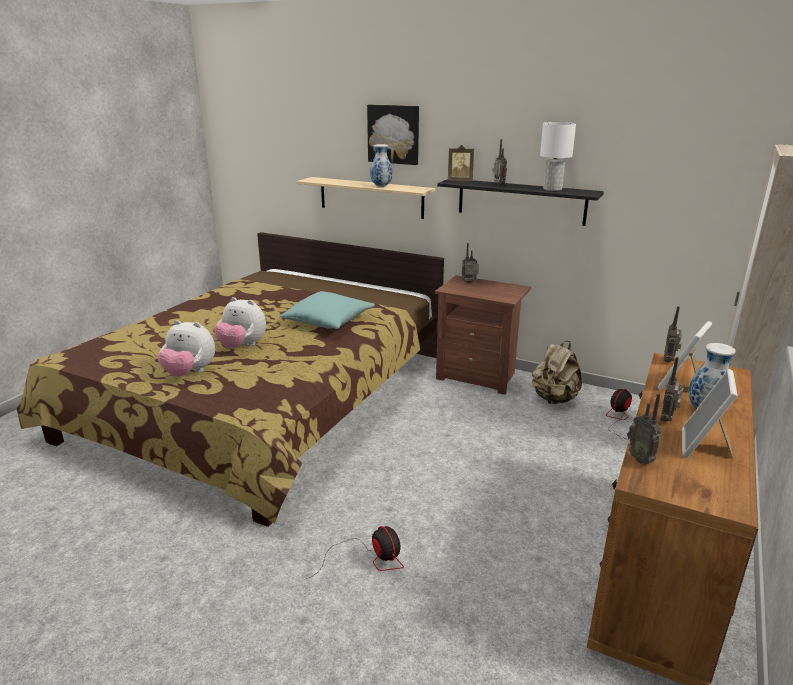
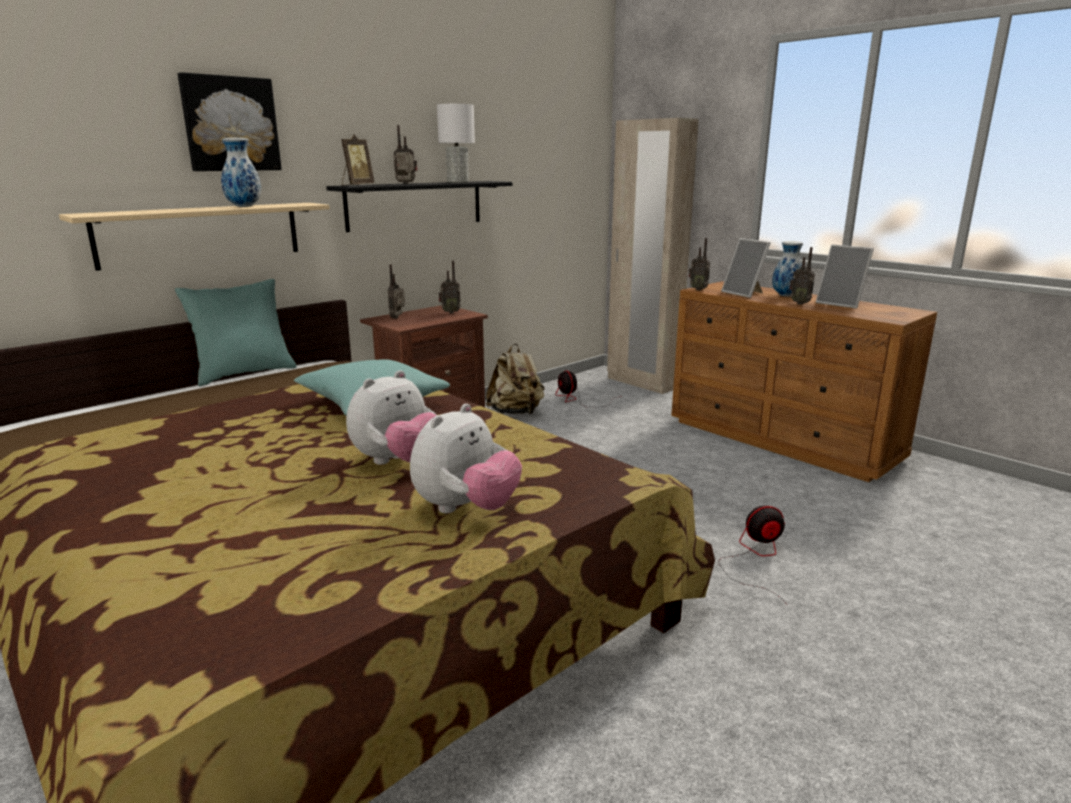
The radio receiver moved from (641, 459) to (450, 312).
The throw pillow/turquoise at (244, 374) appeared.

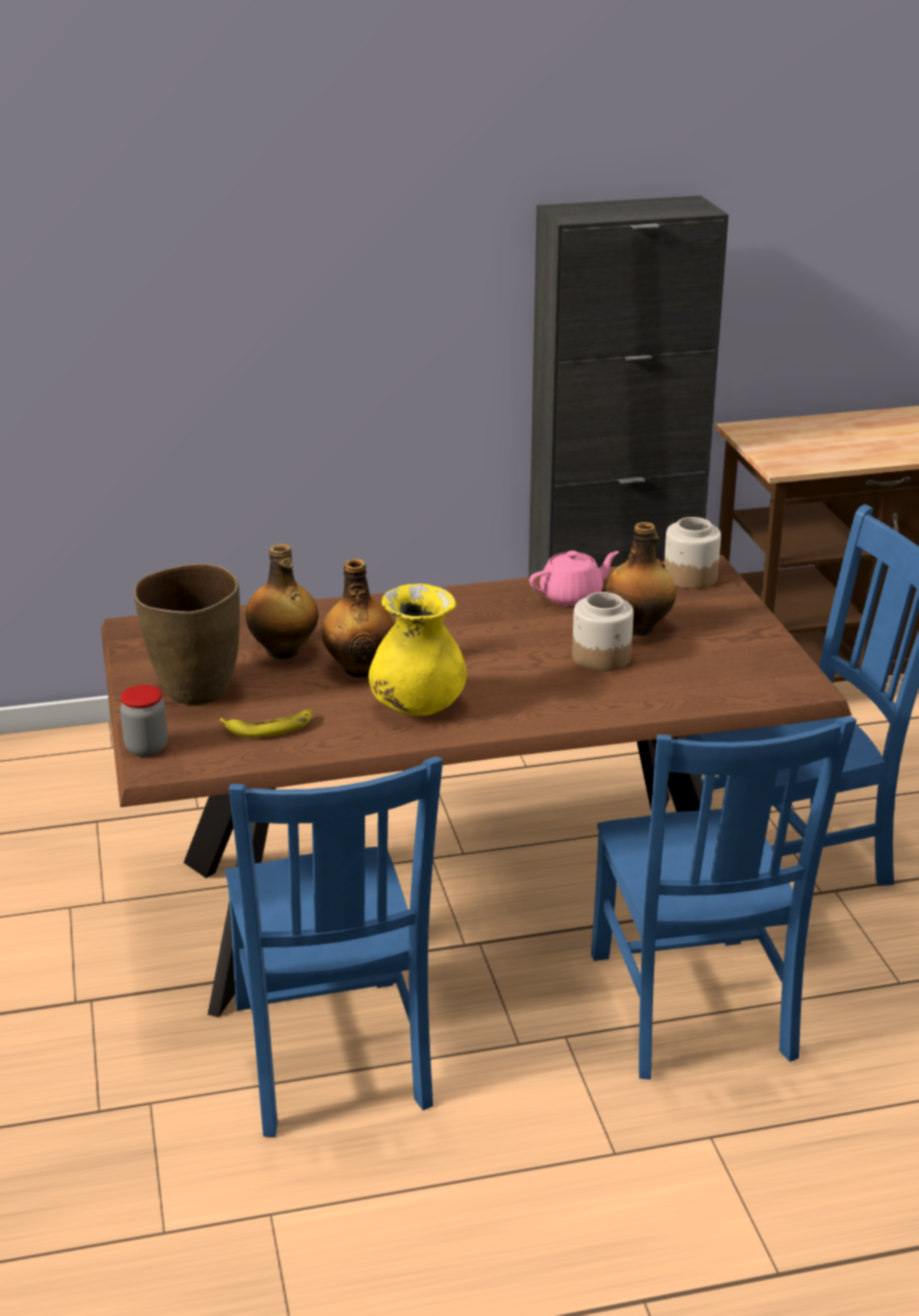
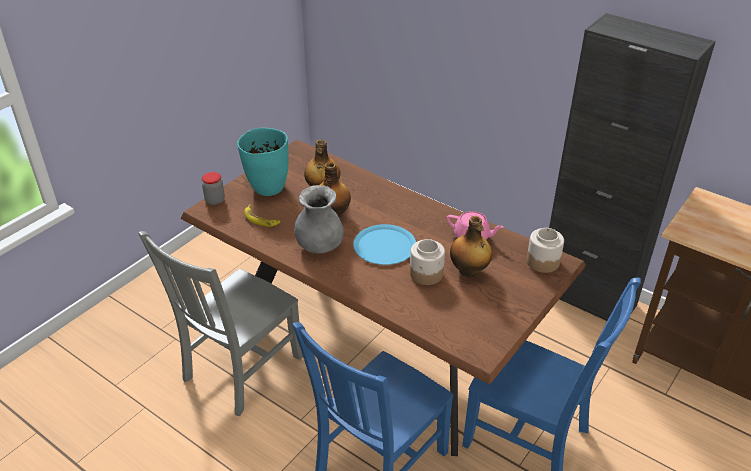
The vase/brown at (196, 691) became the vase/turquoise at (267, 188).
The plain chair/blue-coloured at (331, 1059) became the plain chair/gray at (240, 370).
The vase/yellow at (417, 707) became the vase/gray at (320, 246).
The flat dish/blue-coloured at (385, 246) appeared.

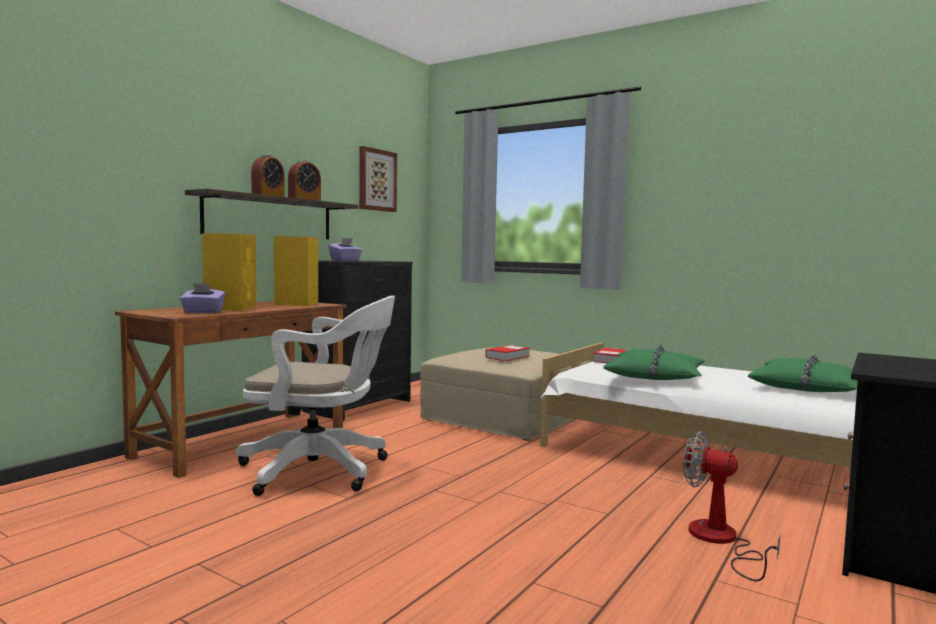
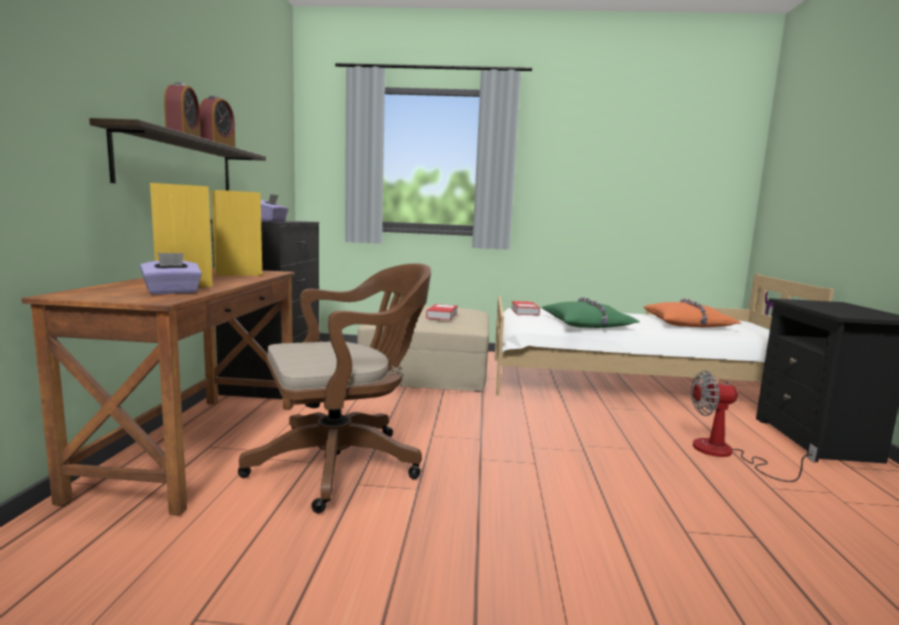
The office chair/white-coloured at (321, 471) became the office chair/brown at (344, 463).
The picture at (376, 180) disappeared.
The throw pillow/greenish at (807, 388) became the throw pillow/orangey at (688, 324).

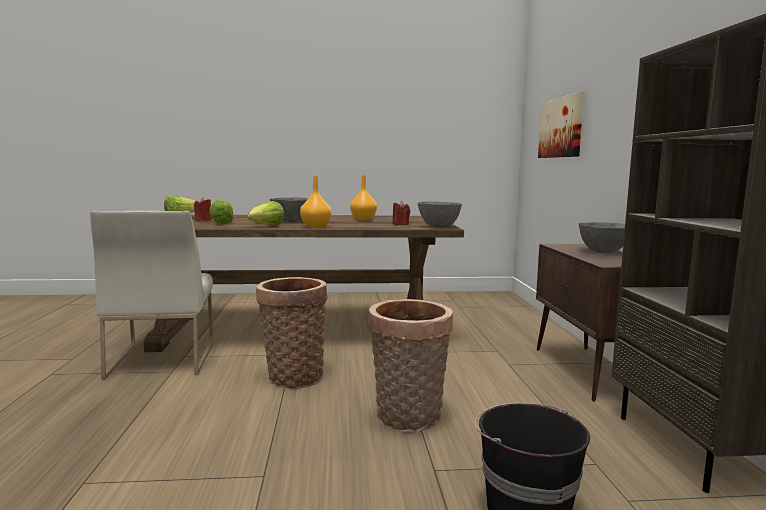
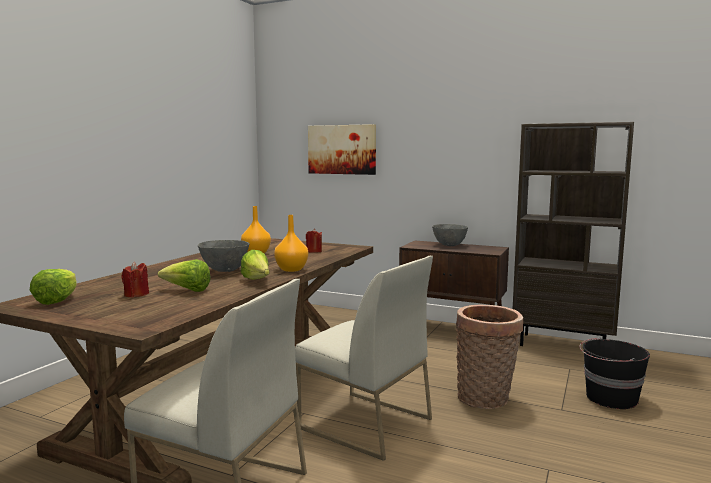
The household basket at (293, 376) was replaced by the plain chair/white-coloured at (364, 423).
The serving bowl/gray at (439, 227) disappeared.

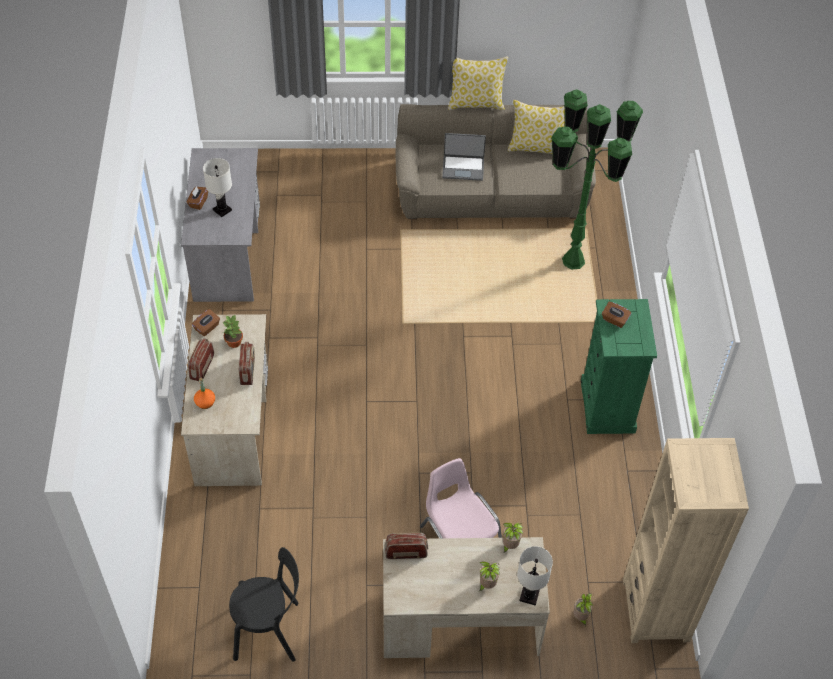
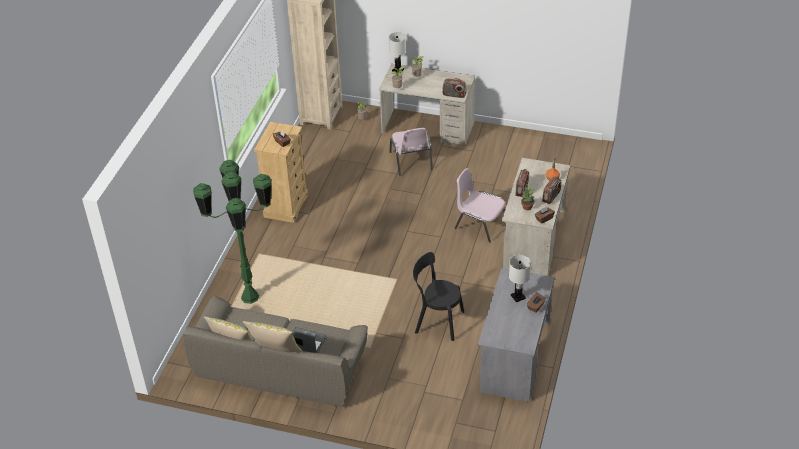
The plain chair/black moved from (270, 631) to (437, 321).
The drawer chest/greenish at (607, 406) became the drawer chest/beige at (286, 205).
The plain chair/pink-coloured at (480, 224) appeared.

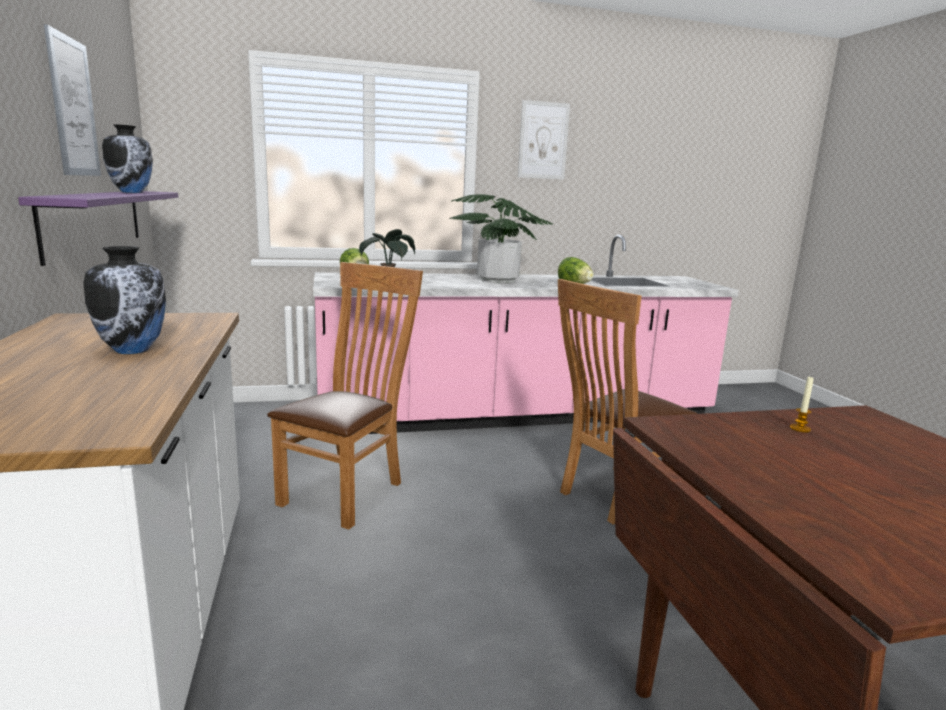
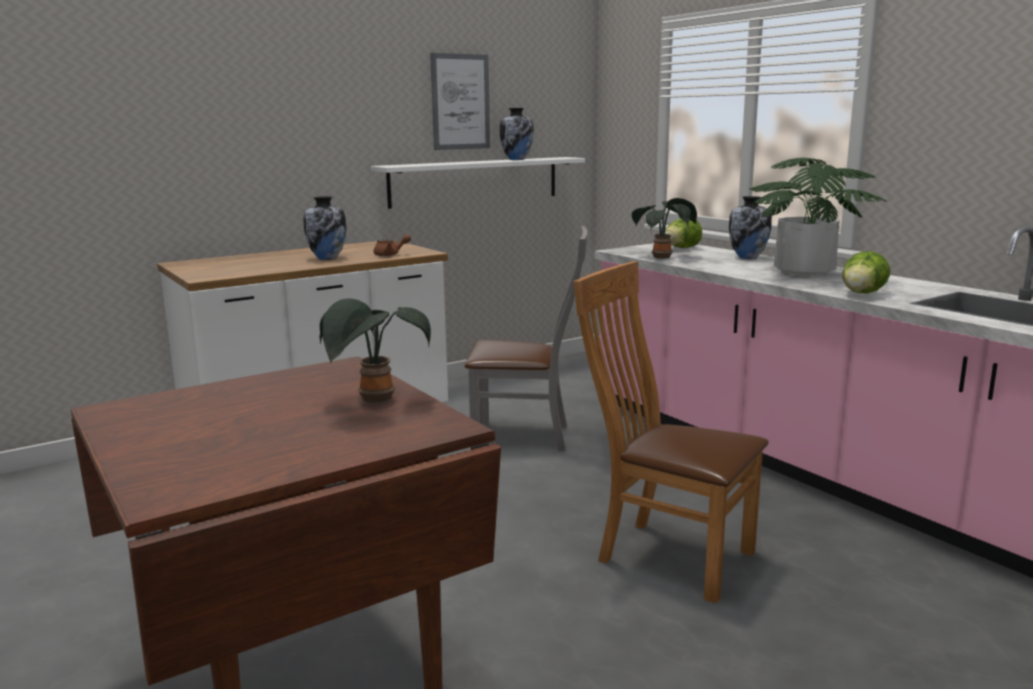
The shelf/purplish at (95, 221) became the shelf/white-coloured at (475, 181).
The plain chair/brown at (348, 491) became the plain chair/gray at (528, 437).
The picture at (543, 140) disappeared.
The wax light at (800, 428) was replaced by the houseplant at (375, 401).
The tea pot/brown at (390, 255) appeared.
The vase at (748, 257) appeared.

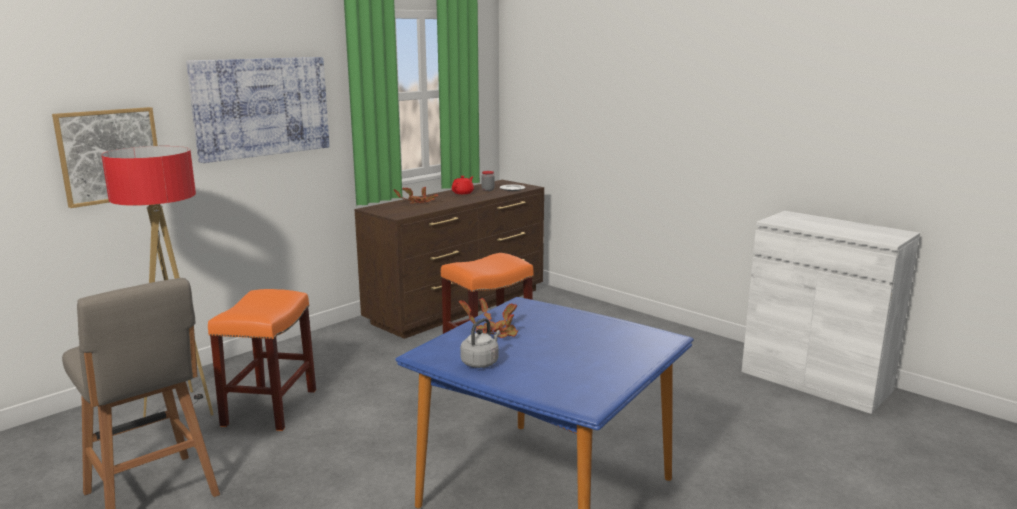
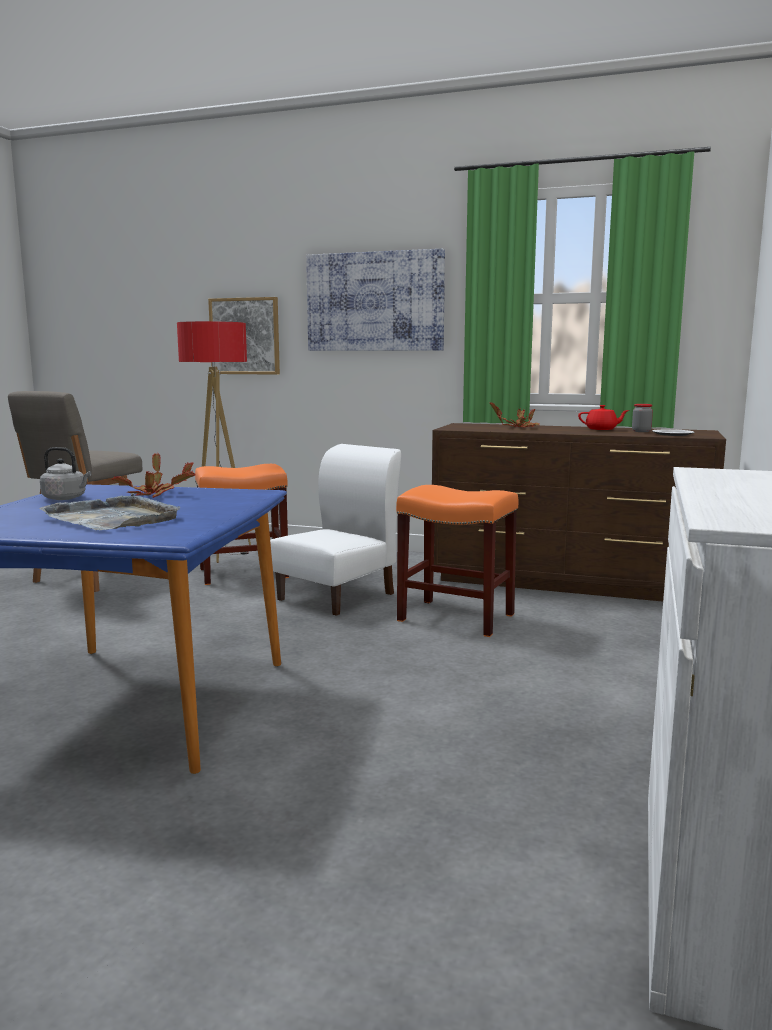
The serving tray/gray at (114, 518) appeared.
The plain chair/white-coloured at (337, 596) appeared.

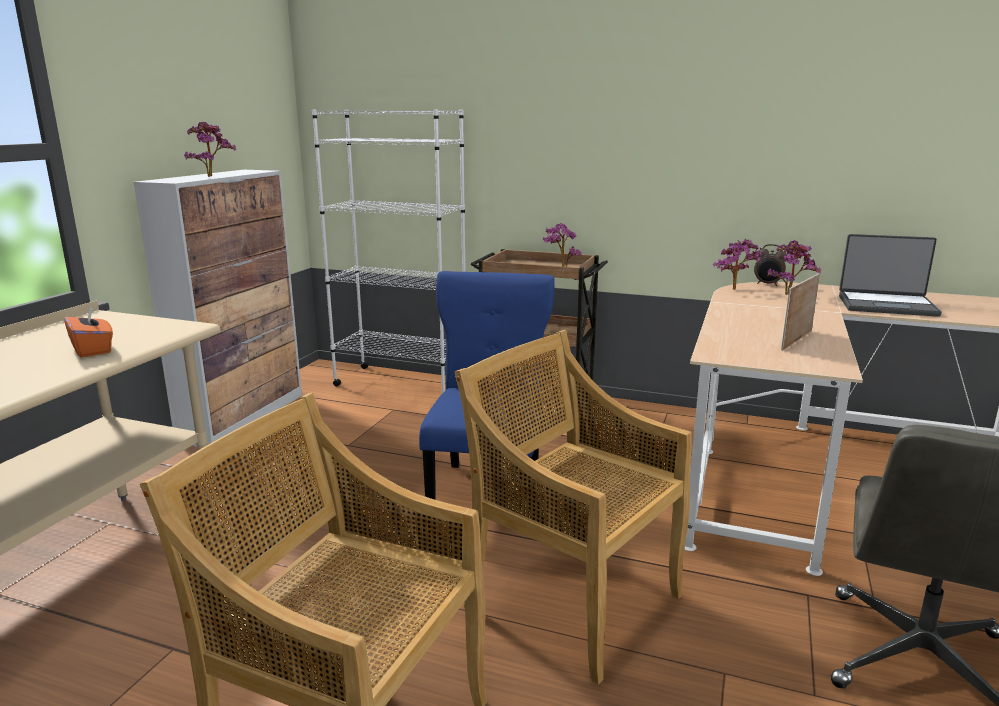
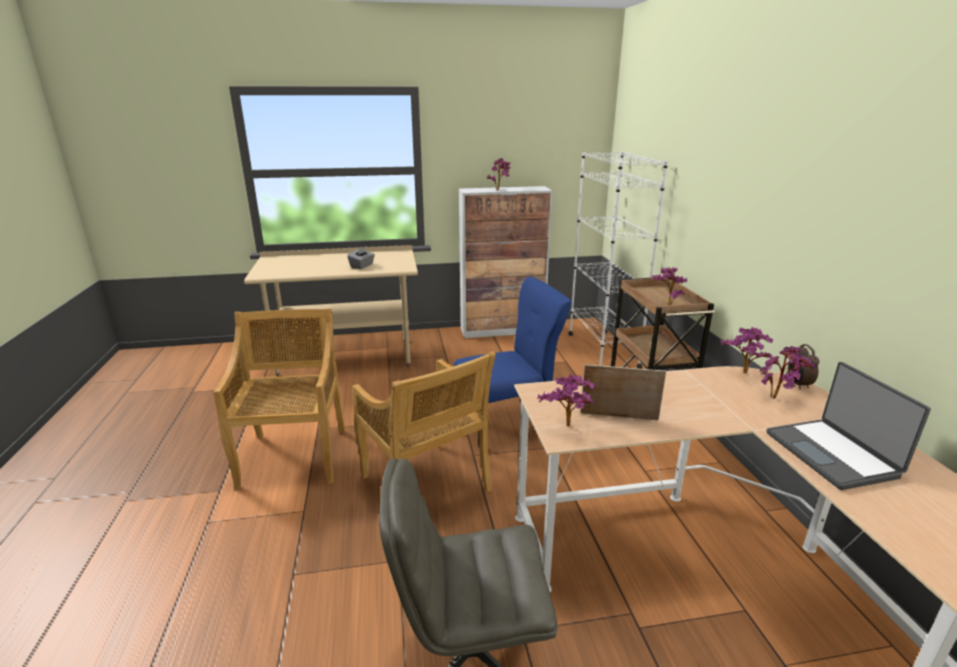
The tissue box/orangey at (93, 350) became the tissue box/gray at (362, 266).
The plain chair/beige at (571, 599) turned 135 degrees clockwise.
The houseplant at (568, 428) appeared.

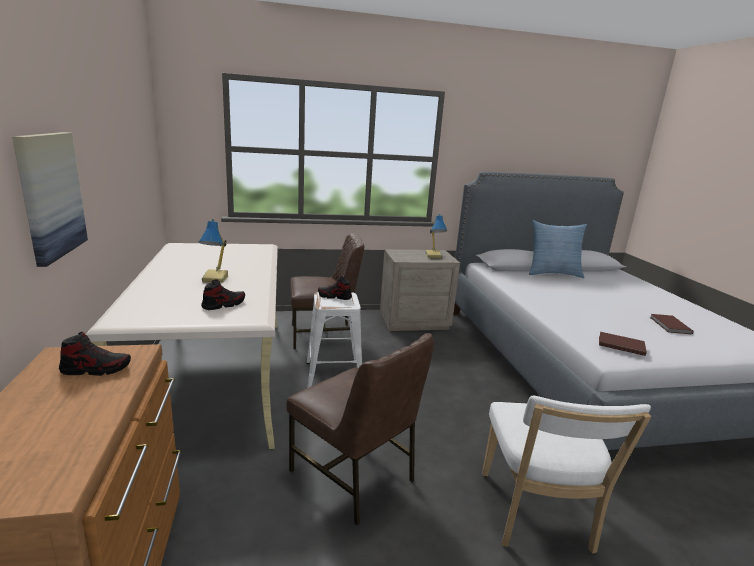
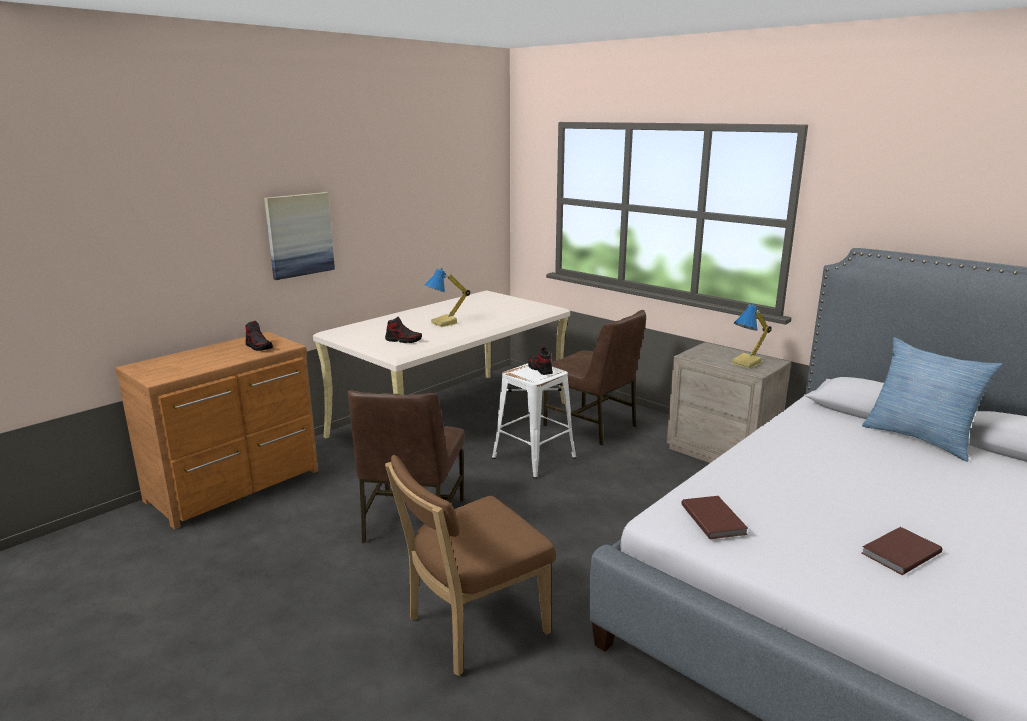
The plain chair/white-coloured at (536, 515) became the plain chair/brown at (471, 627).

